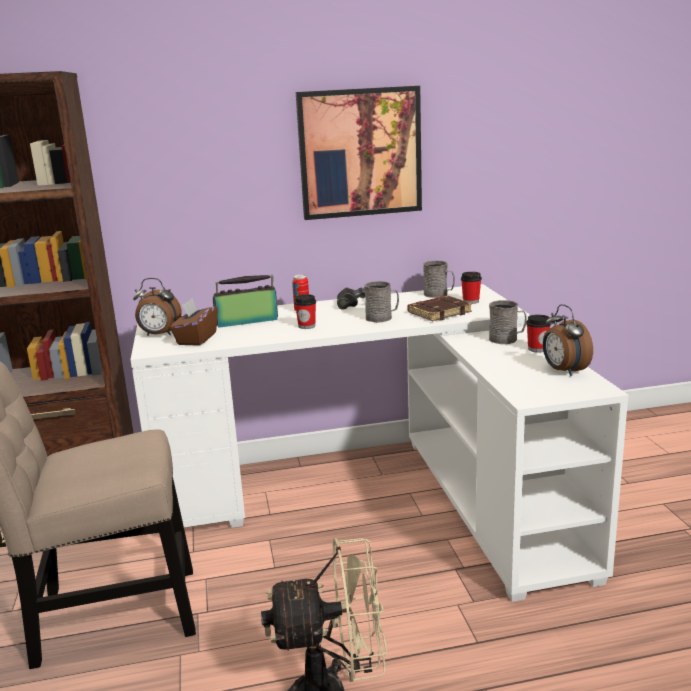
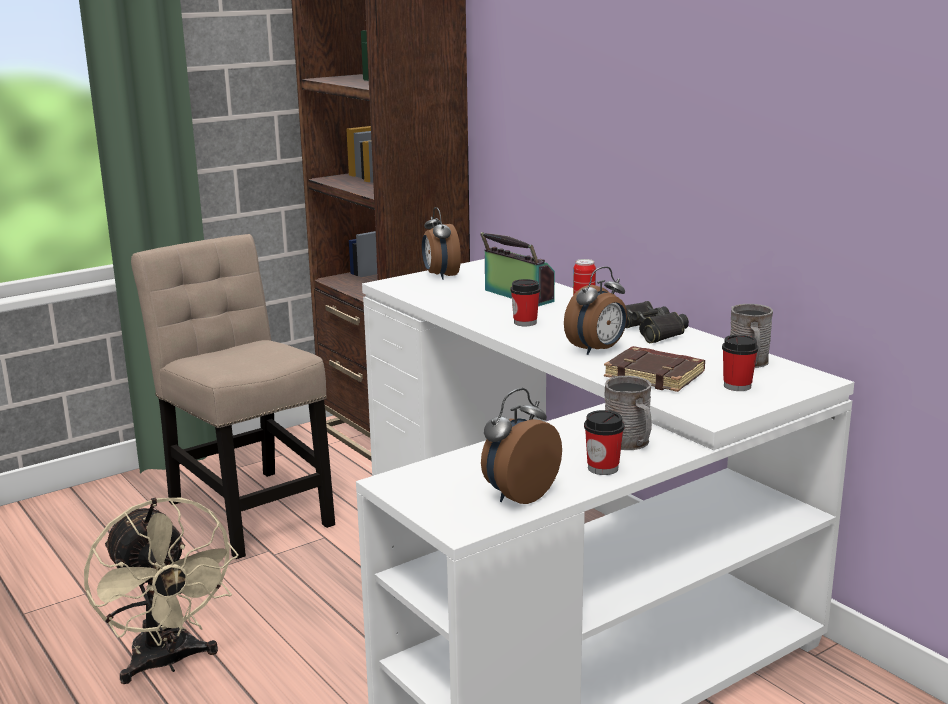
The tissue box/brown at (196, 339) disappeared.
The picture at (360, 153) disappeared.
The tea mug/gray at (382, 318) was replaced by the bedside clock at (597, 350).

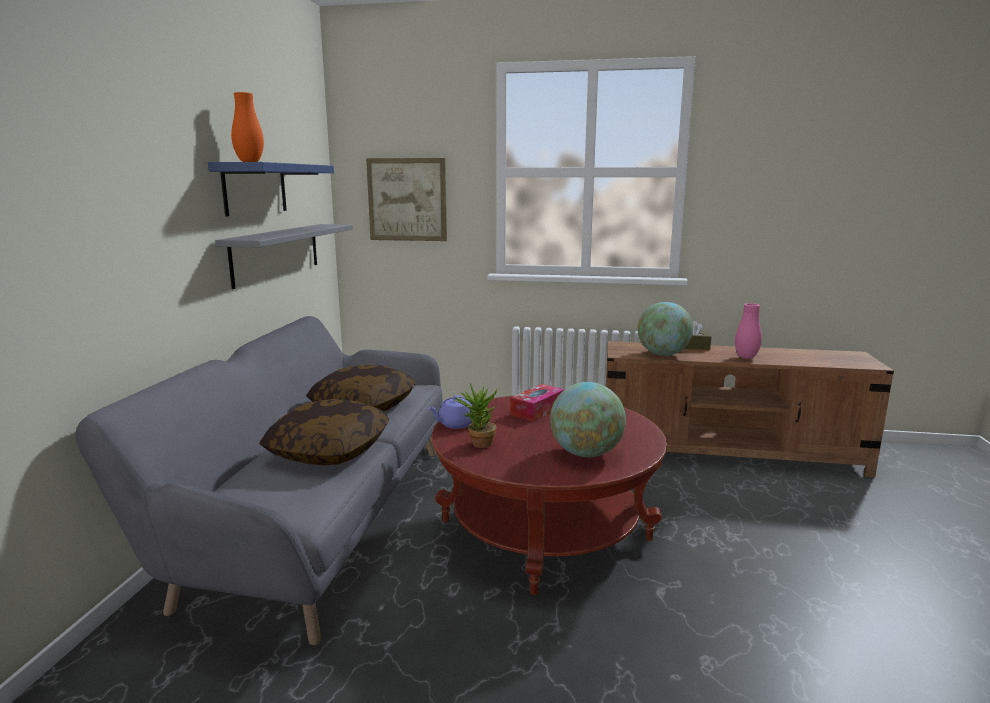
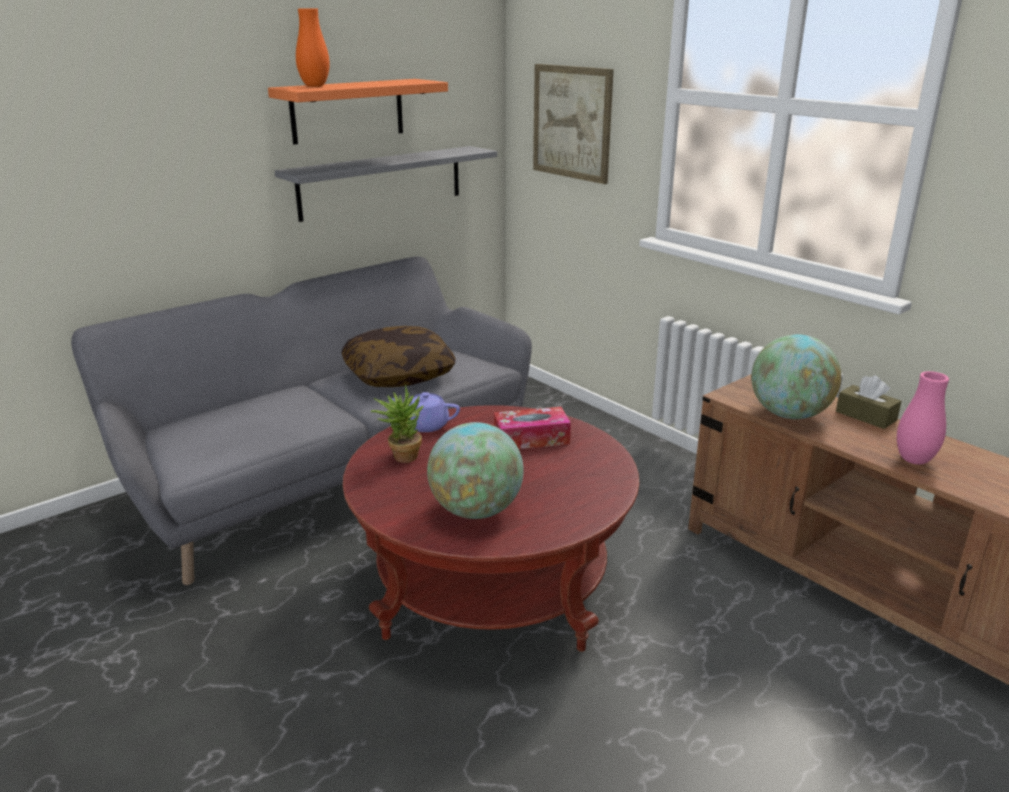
The shelf/blue-coloured at (255, 188) became the shelf/orangey at (347, 110).
The throw pillow at (329, 451) disappeared.

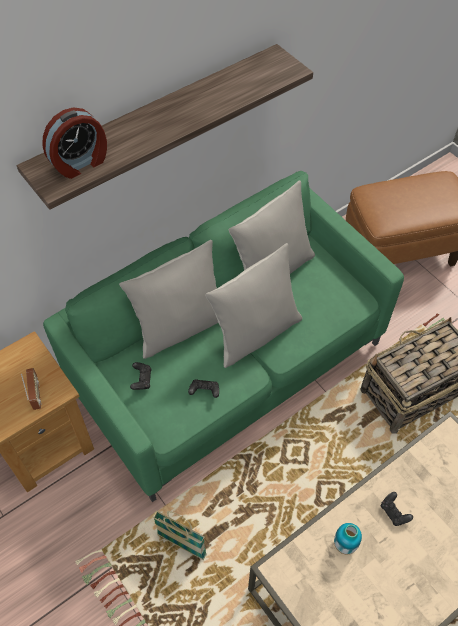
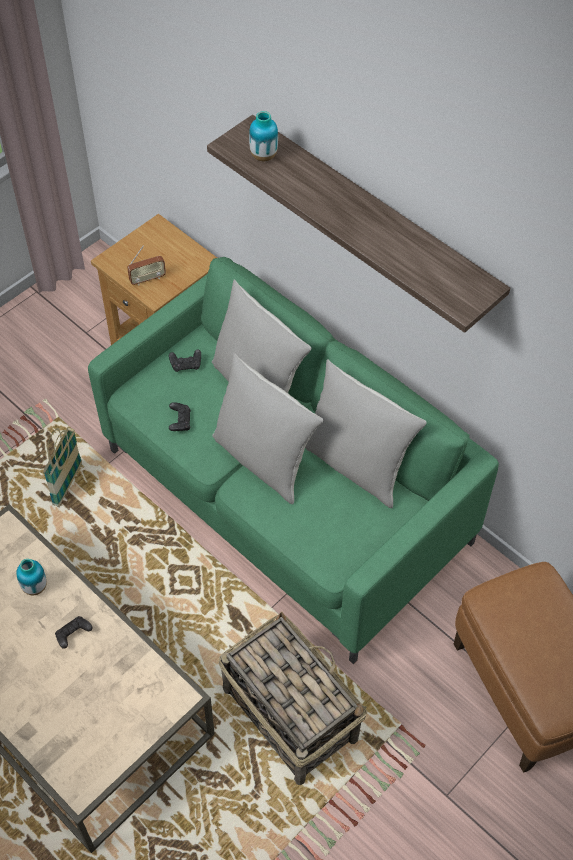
The bedside clock at (80, 163) was replaced by the vase at (263, 156).

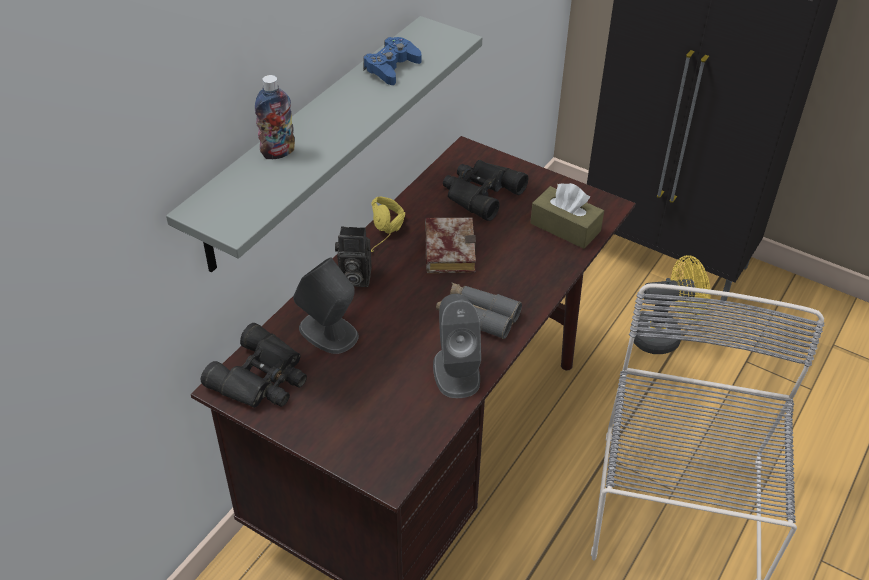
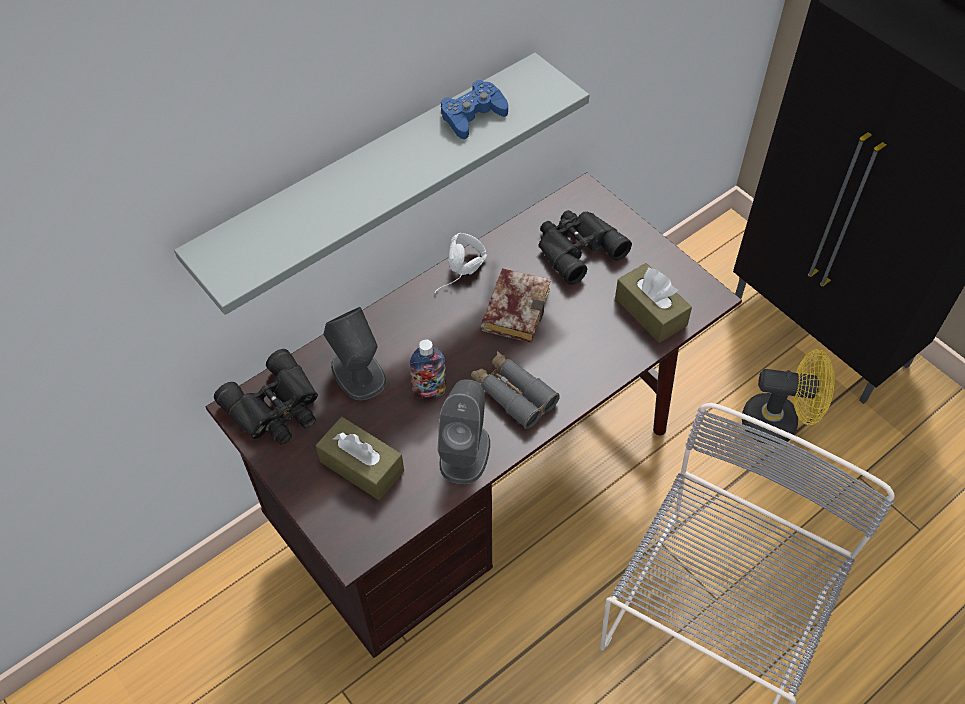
The bottle moved from (278, 152) to (429, 391).
The photo camera at (353, 278) disappeared.
The pair of headphones/yellow at (388, 234) became the pair of headphones/white-coloured at (462, 275).
The tissue box/brown at (362, 466) appeared.

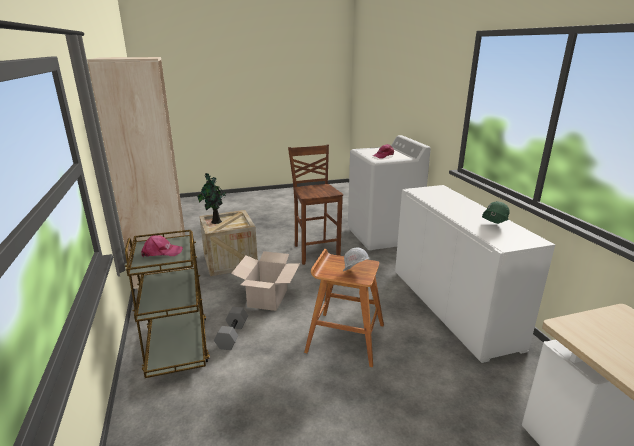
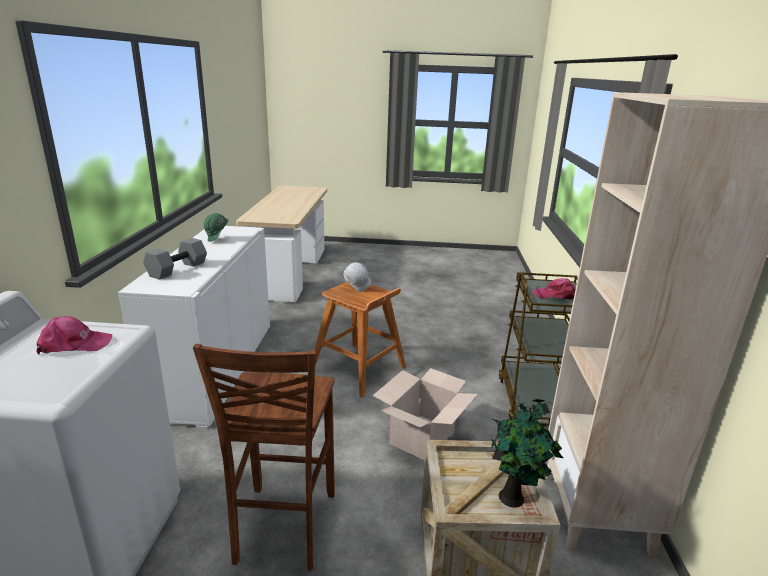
The dumbbell/gray moved from (232, 335) to (177, 270).

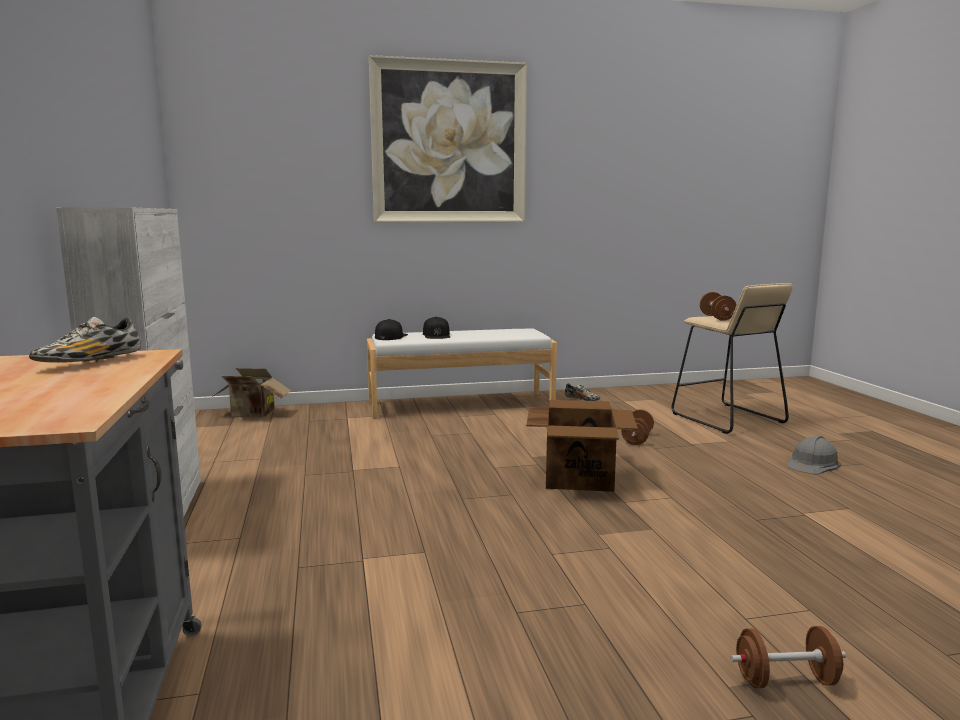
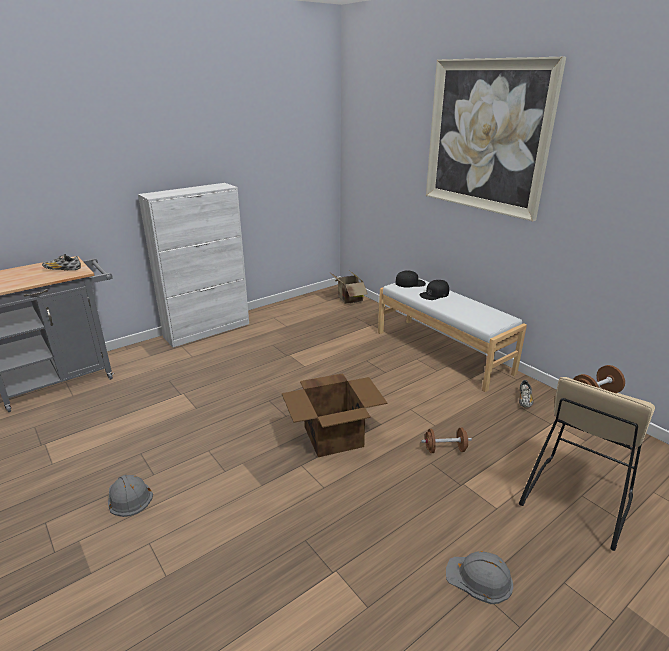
The dumbbell/brown at (785, 680) disappeared.
The safety helmet/gray at (128, 496) appeared.

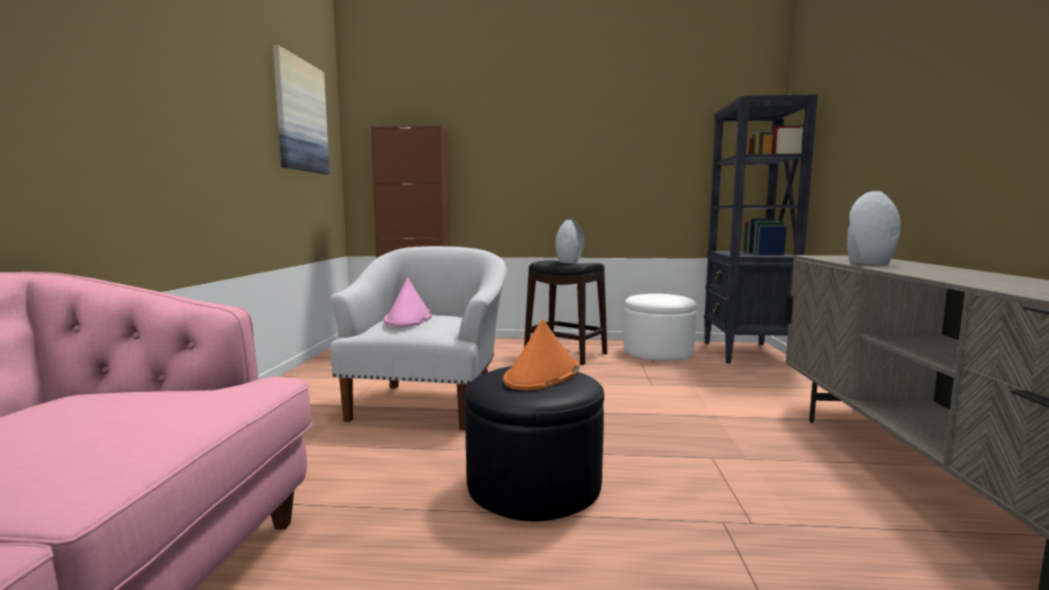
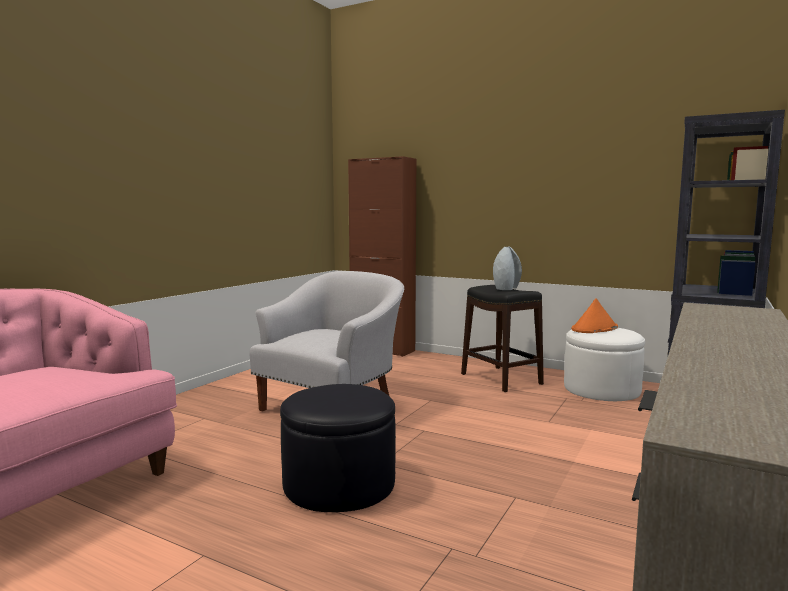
The picture at (300, 116) disappeared.
The hat/pink-coloured at (408, 319) disappeared.
The hat/orangey moved from (542, 375) to (594, 329).
The vase/gray at (869, 263) disappeared.

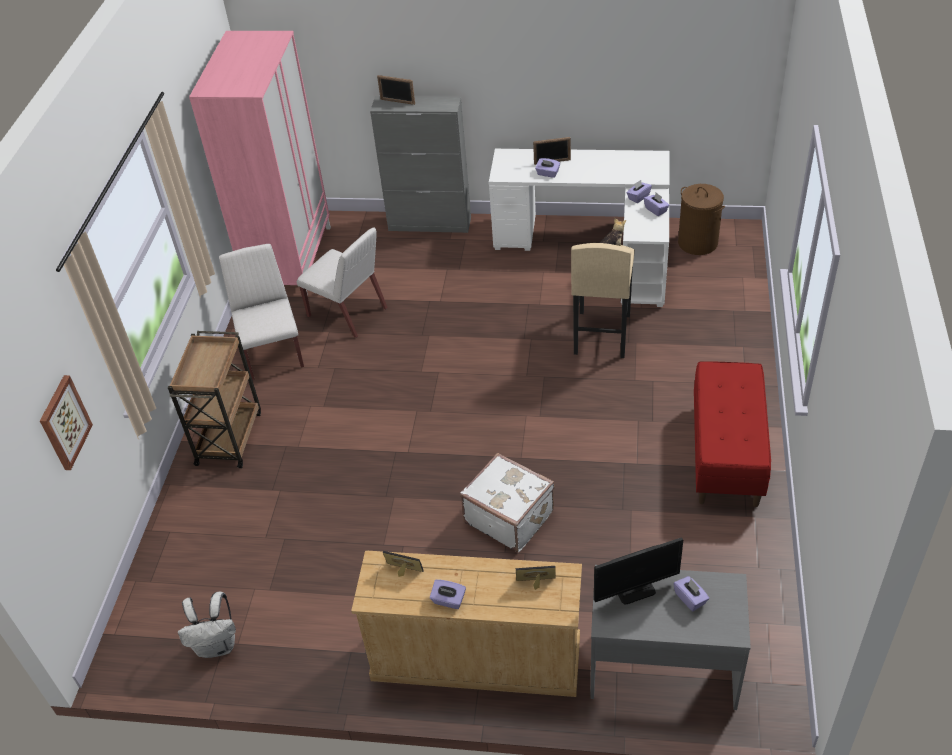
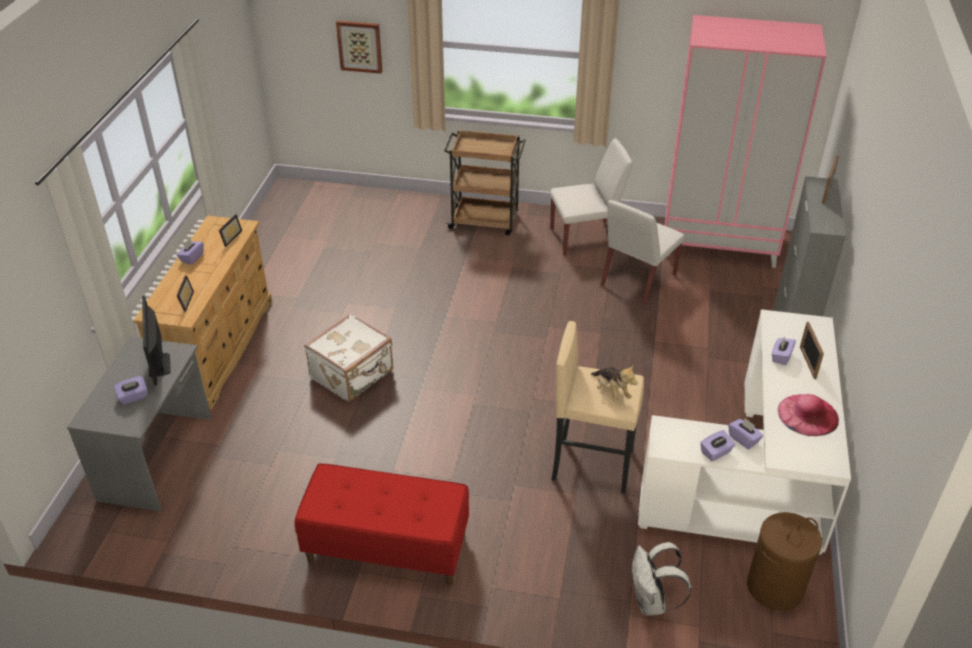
The rucksack/white-coloured moved from (217, 645) to (652, 602).
The hat/pink-coloured at (808, 415) appeared.

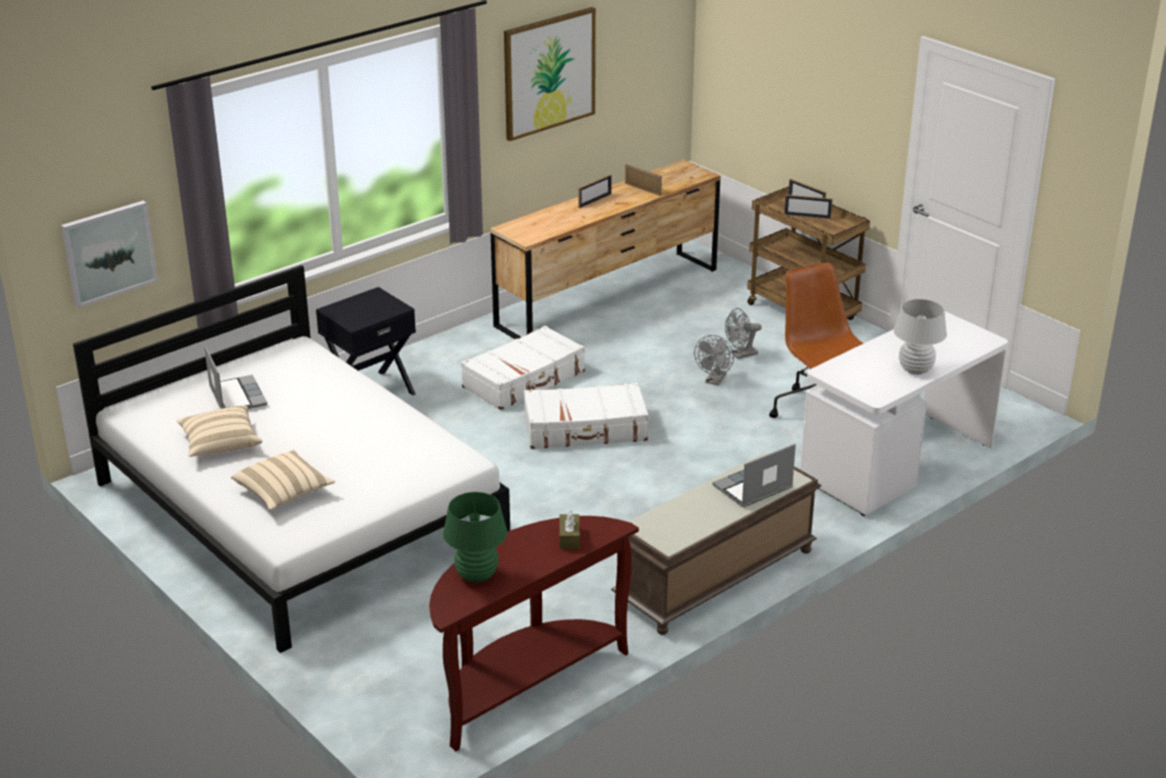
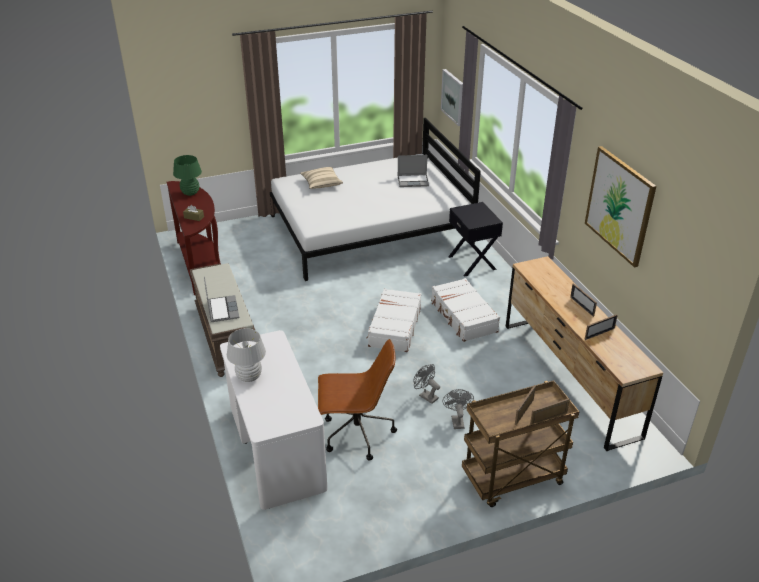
The throw pillow/beige at (220, 443) disappeared.

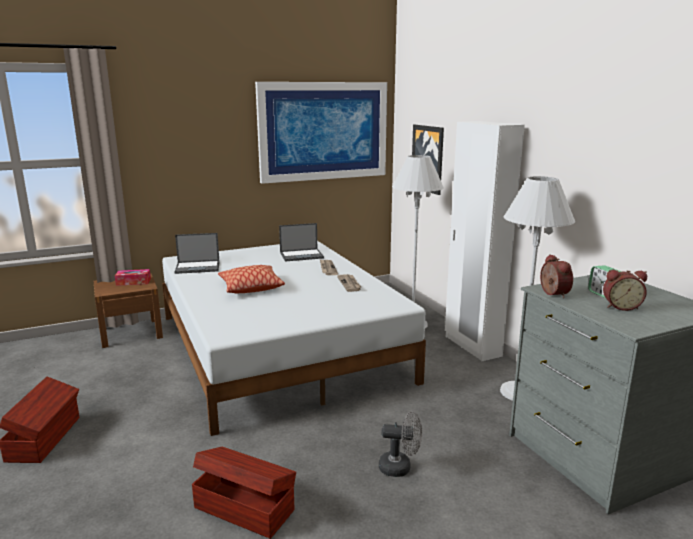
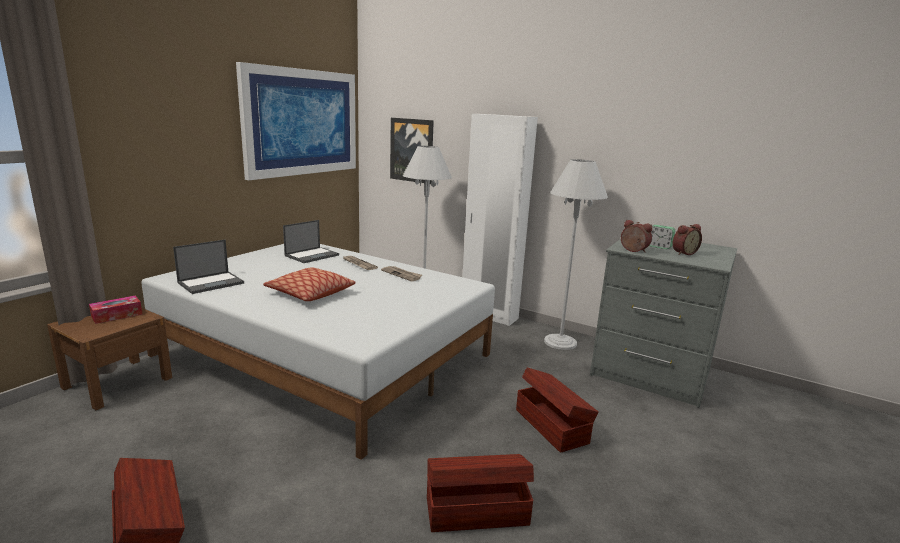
The fan/gray at (400, 467) was replaced by the storage container/brown at (551, 425).

